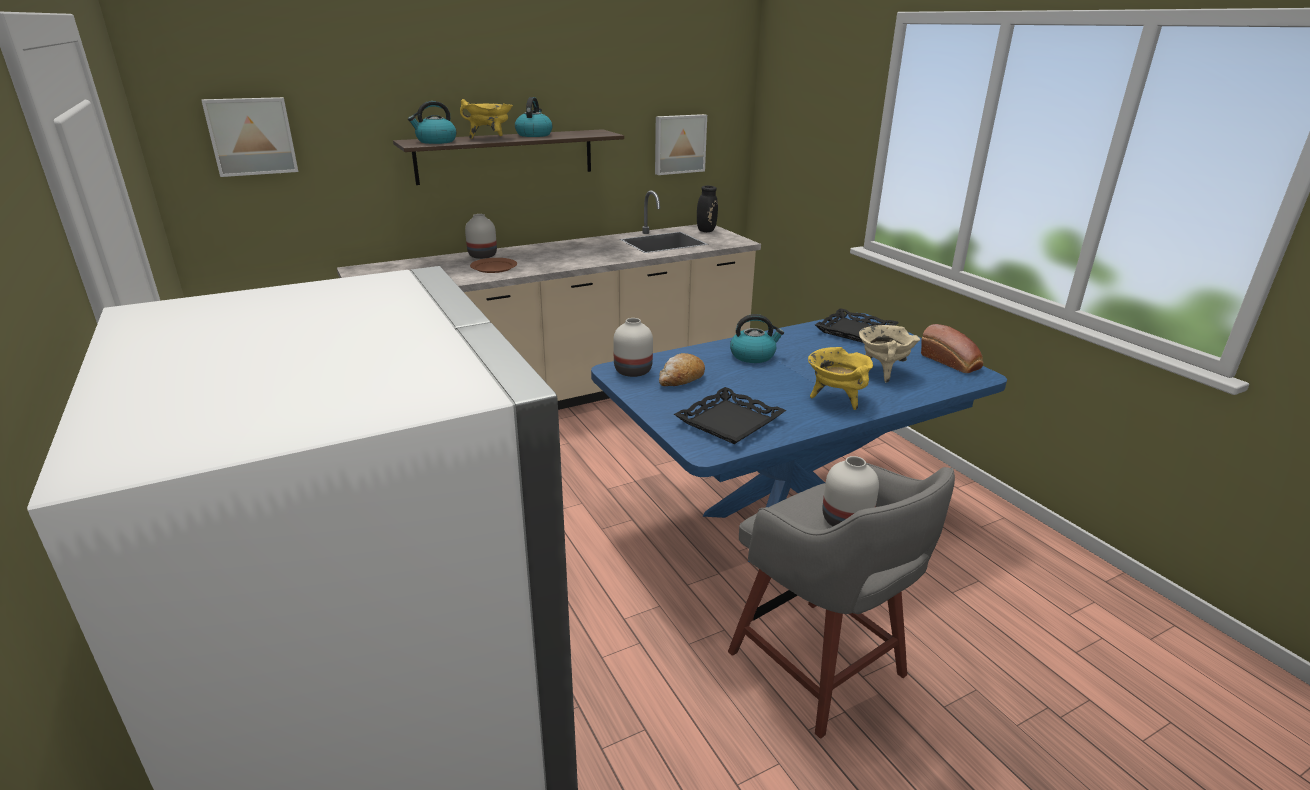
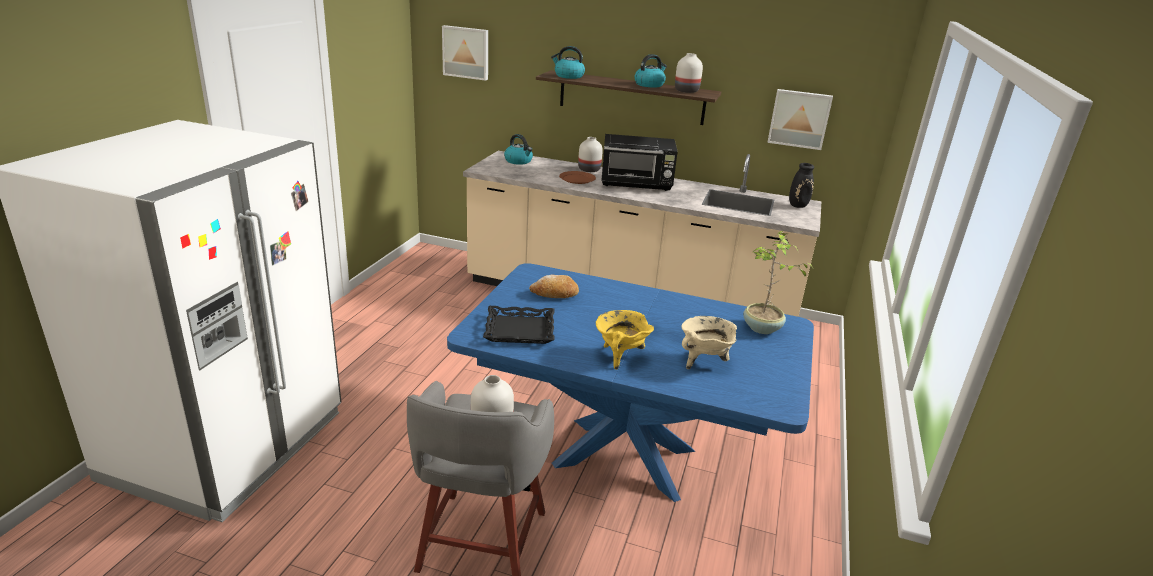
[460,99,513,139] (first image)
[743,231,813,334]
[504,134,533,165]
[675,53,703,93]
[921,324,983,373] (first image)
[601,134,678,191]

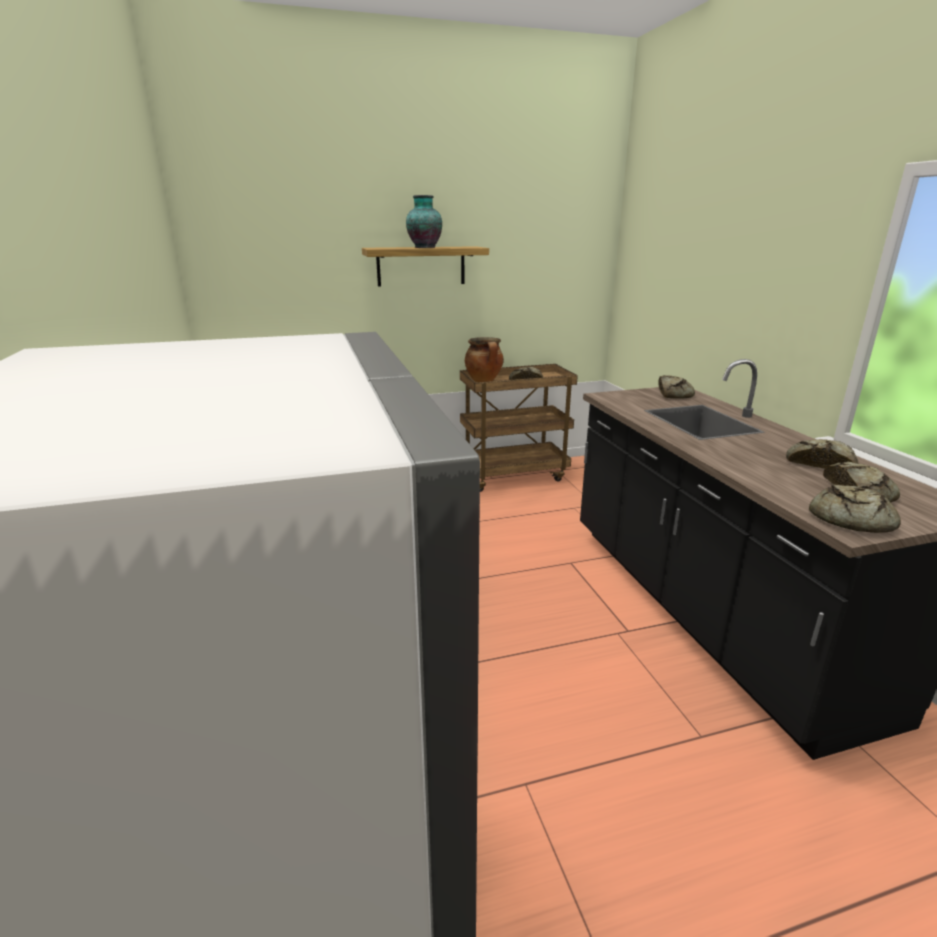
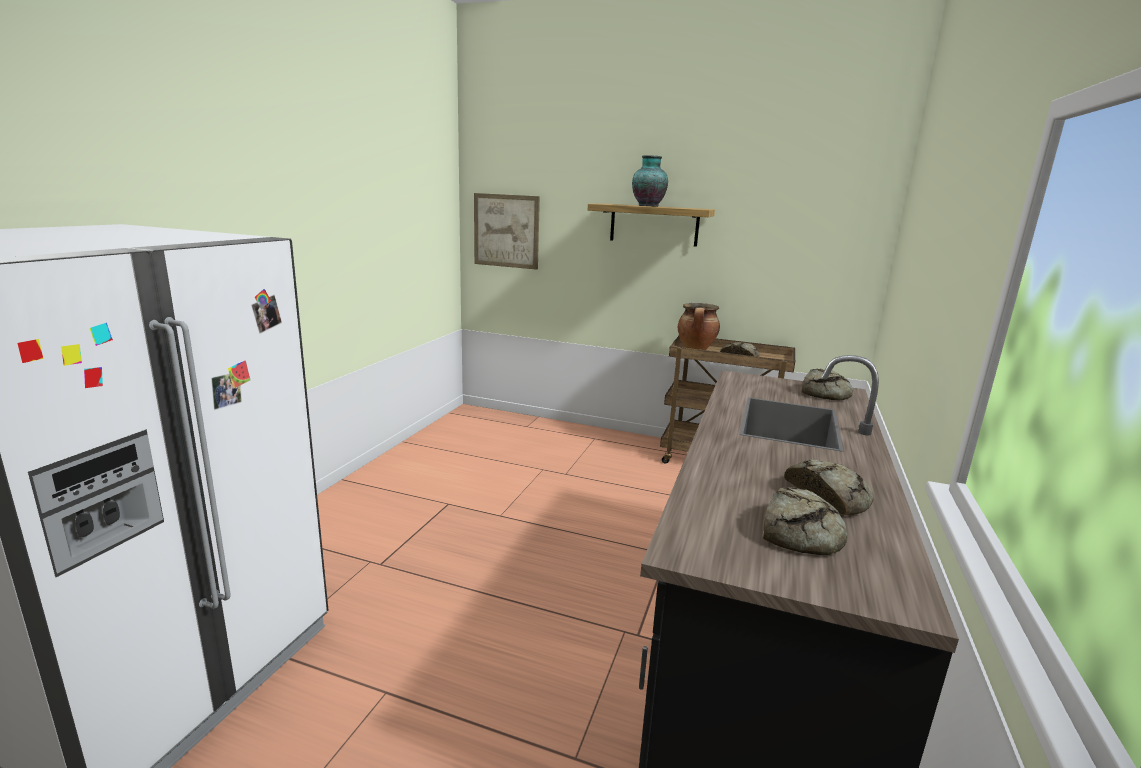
[809,484,901,533] (first image)
[474,193,540,270]

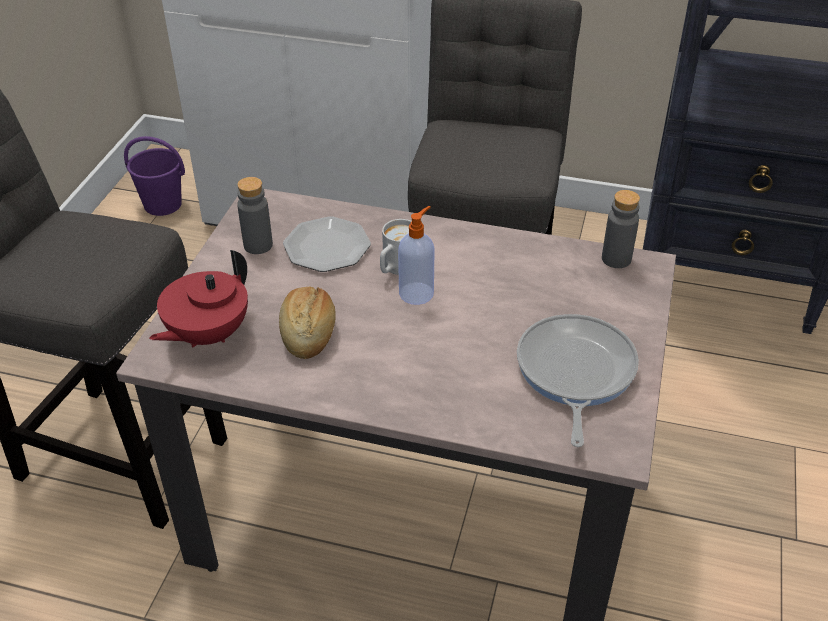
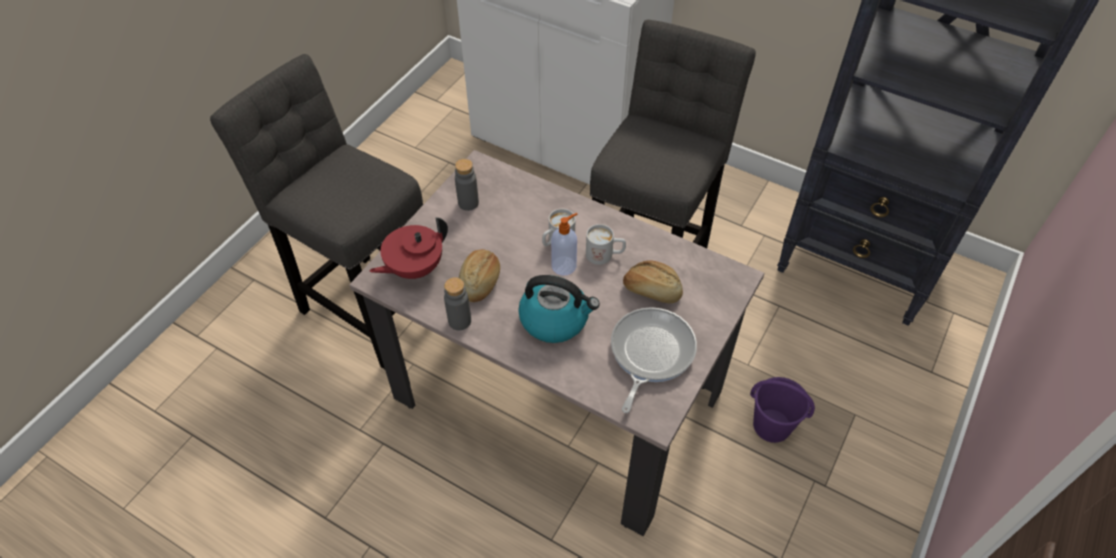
[750,377,815,443]
[444,277,471,330]
[283,216,371,272] (first image)
[586,224,626,265]
[623,260,683,303]
[518,275,600,343]

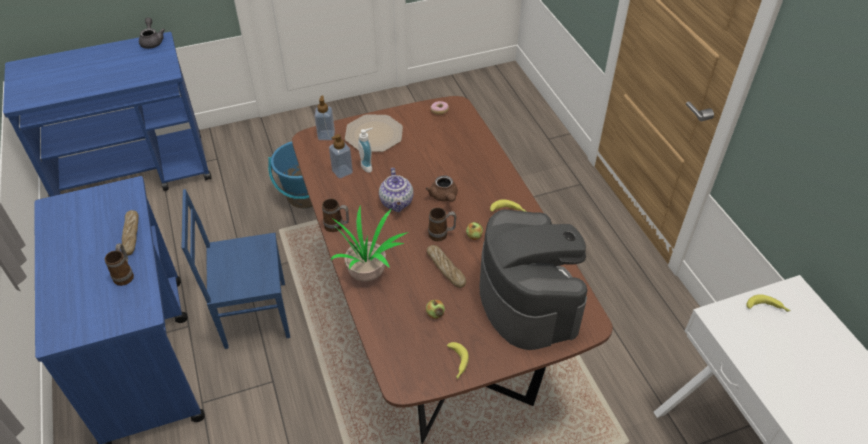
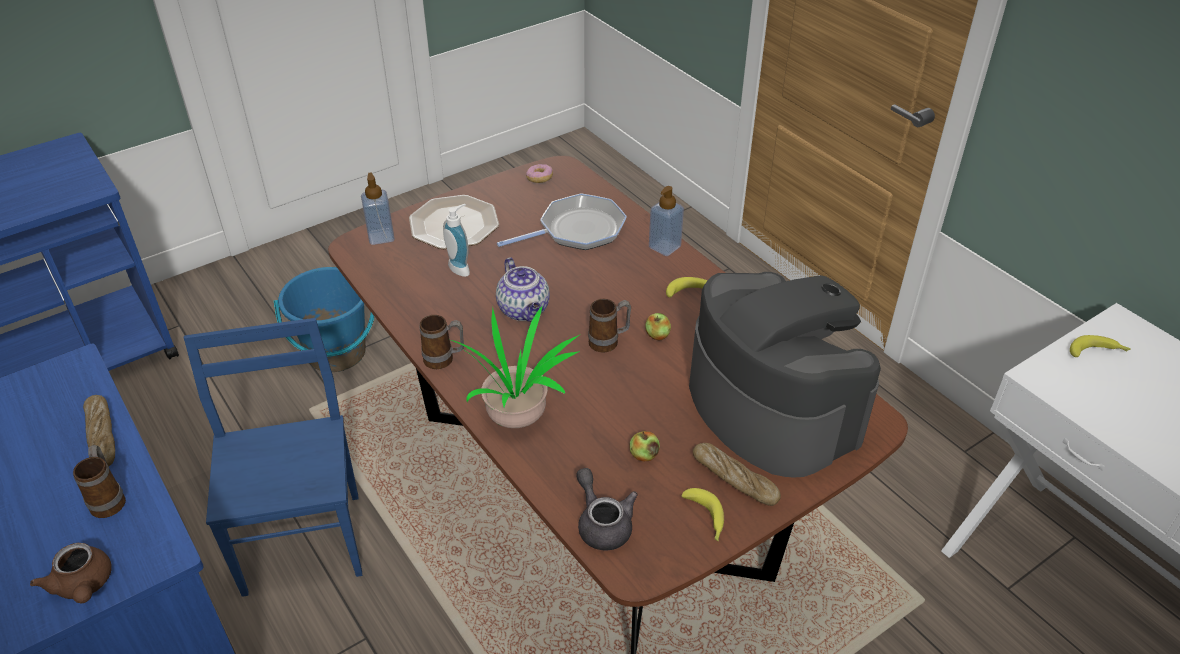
[576,468,638,551]
[649,186,684,256]
[30,543,112,604]
[184,318,362,597]
[693,443,781,506]
[497,193,627,250]

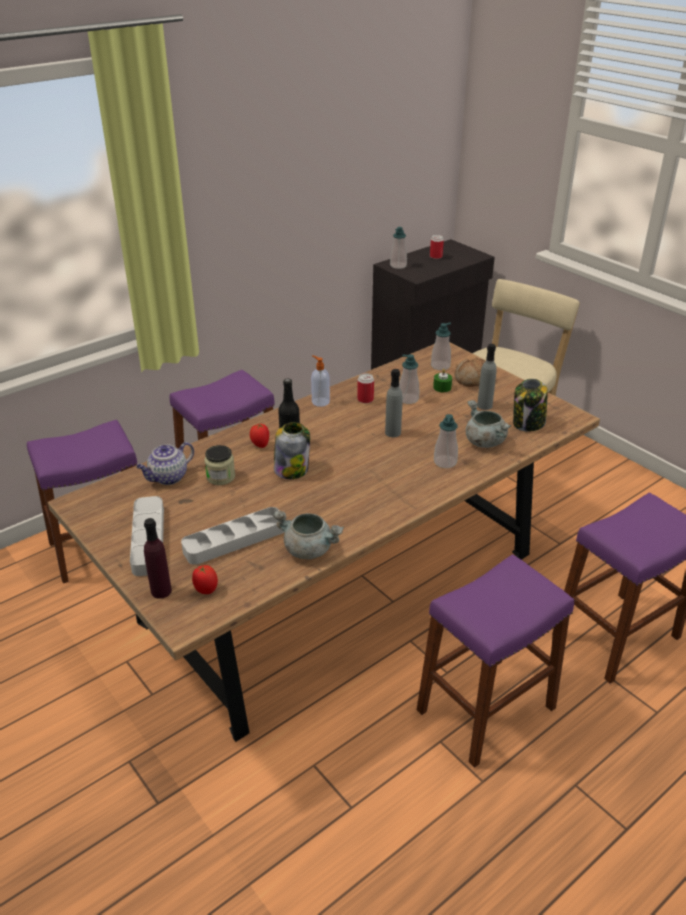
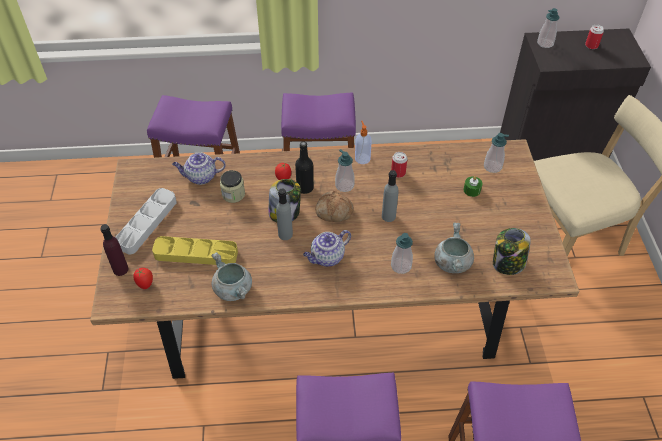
[276,189,293,240]
[335,149,355,192]
[315,191,354,222]
[152,236,238,265]
[303,230,351,267]

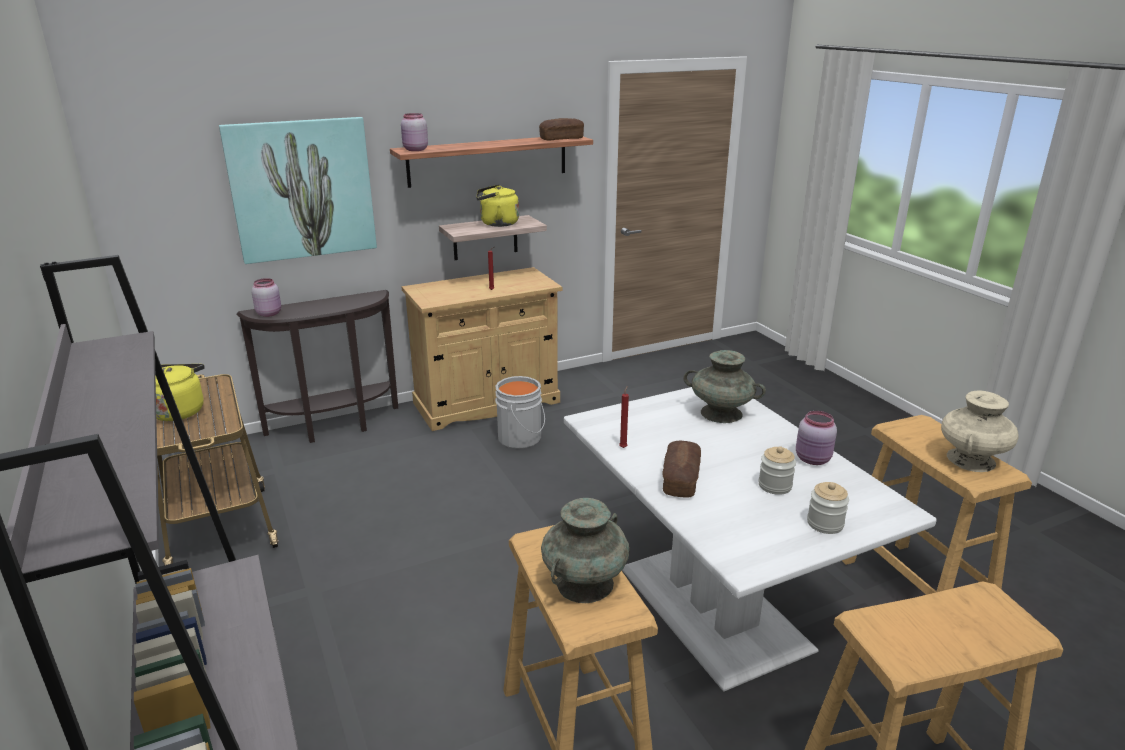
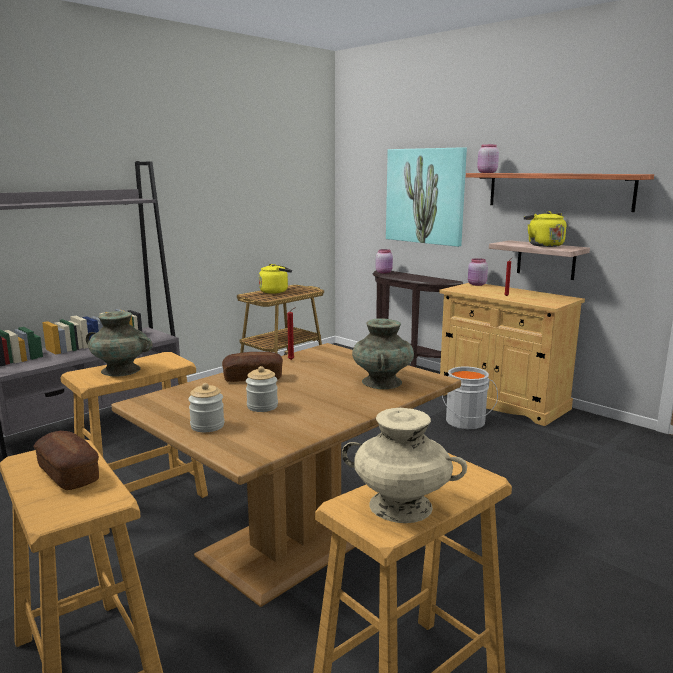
[33,431,99,490]
[111,343,461,607]
[468,258,488,286]

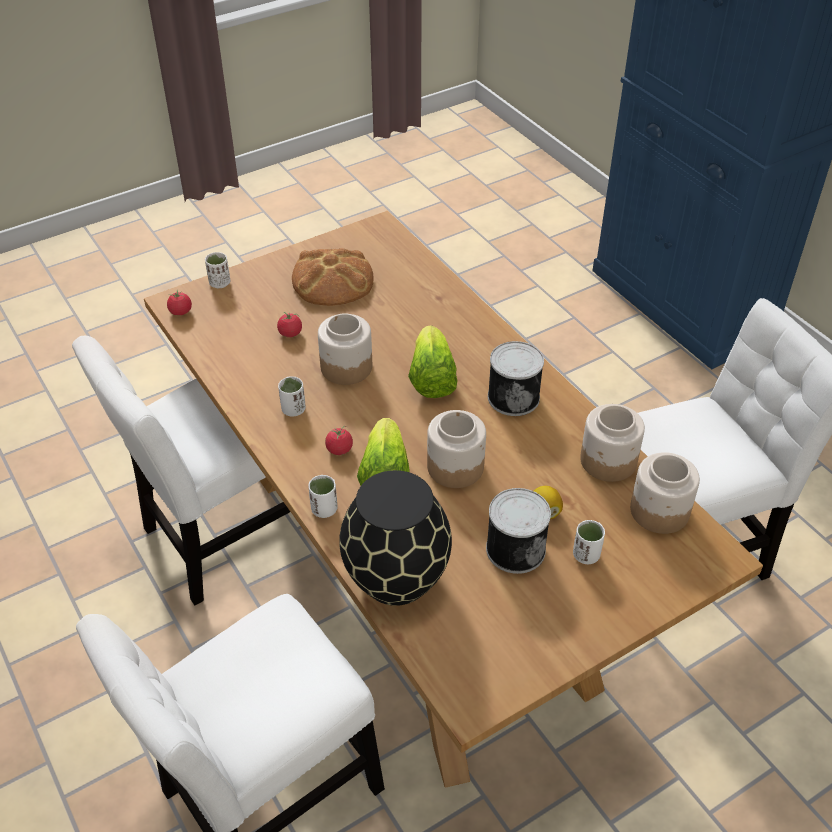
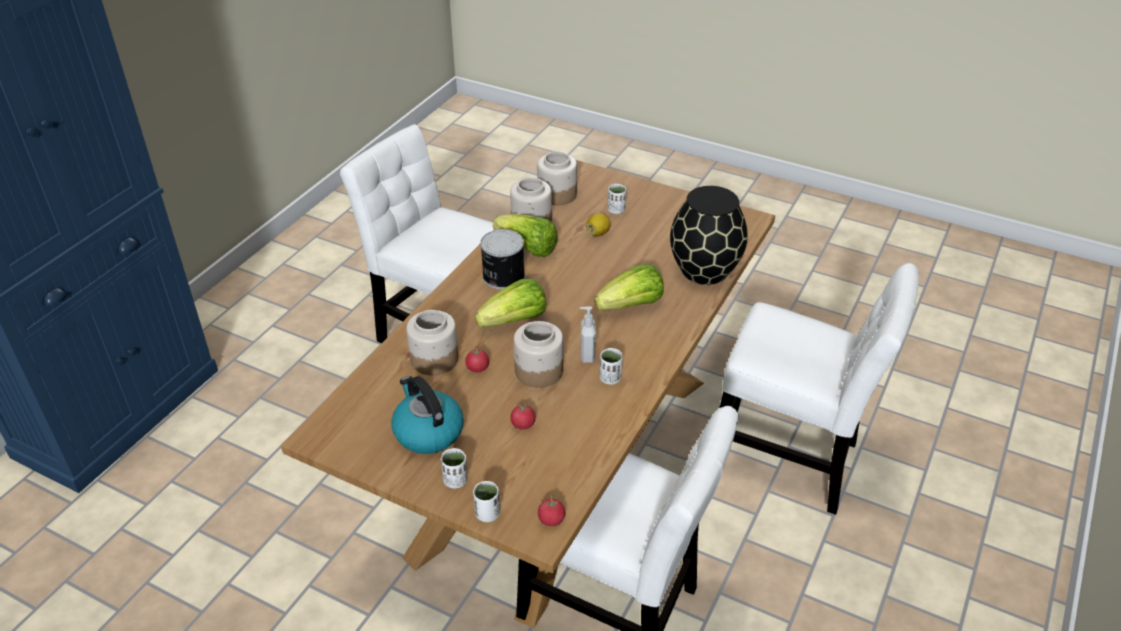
[391,376,464,454]
[406,310,458,375]
[465,347,489,372]
[441,448,467,489]
[486,488,551,574] (first image)
[493,214,558,257]
[580,306,596,363]

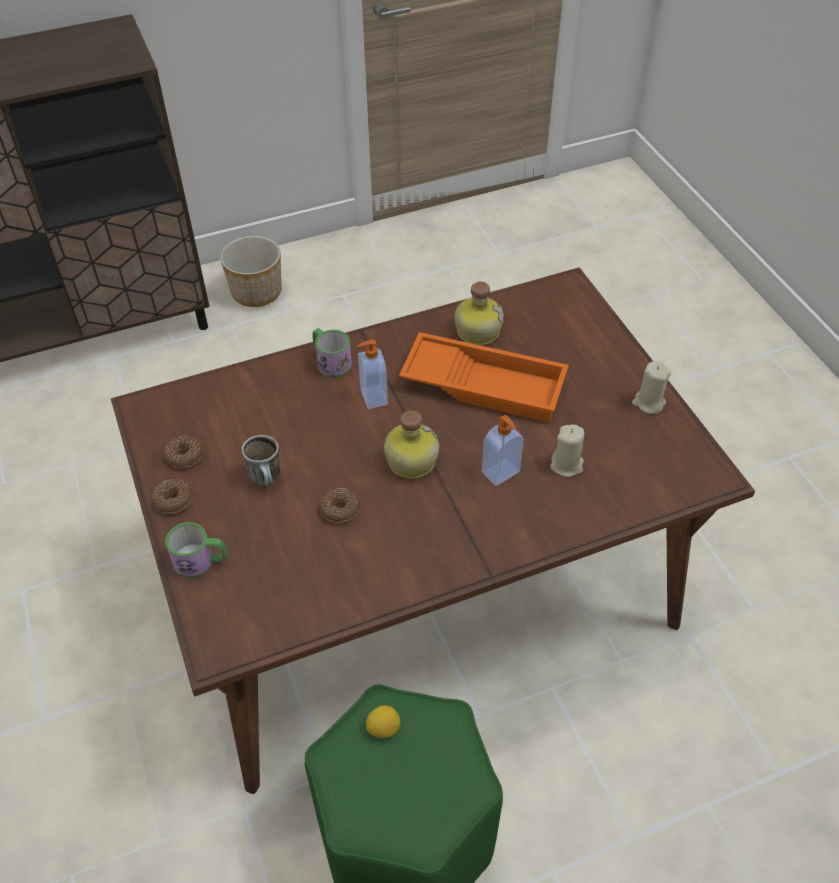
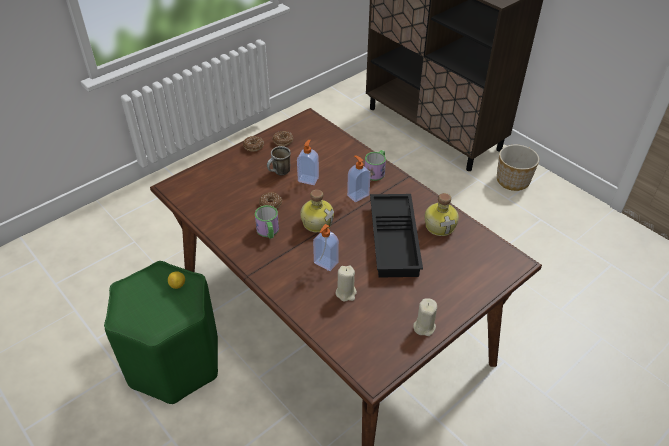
[370,194,423,278]
[255,205,279,239]
[297,140,319,185]

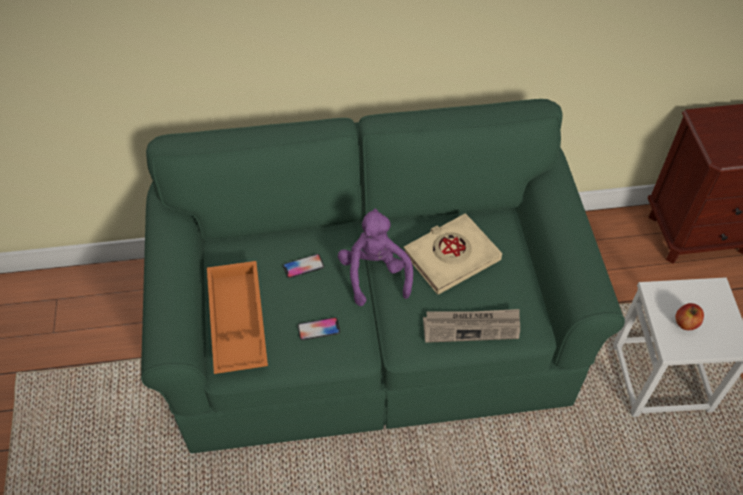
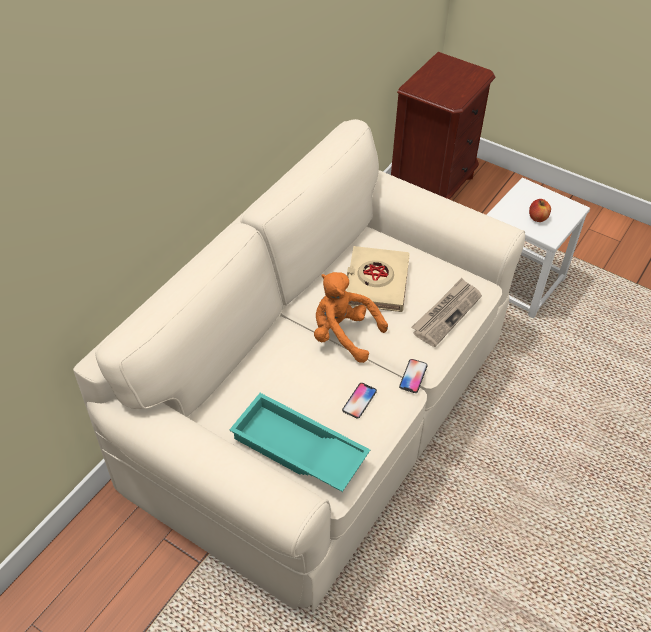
[73,119,525,613]
[314,272,388,363]
[399,359,428,393]
[229,393,370,492]

